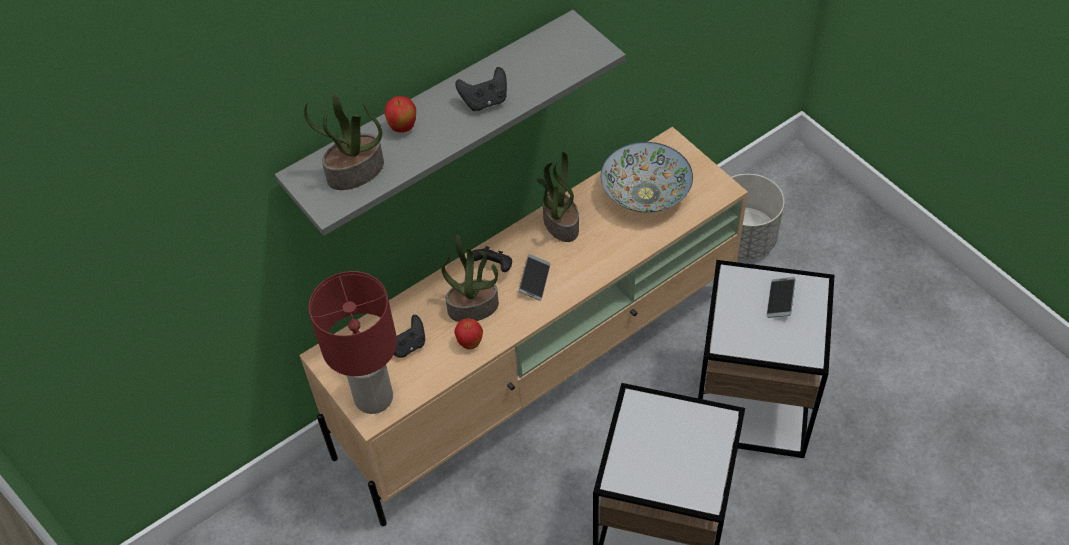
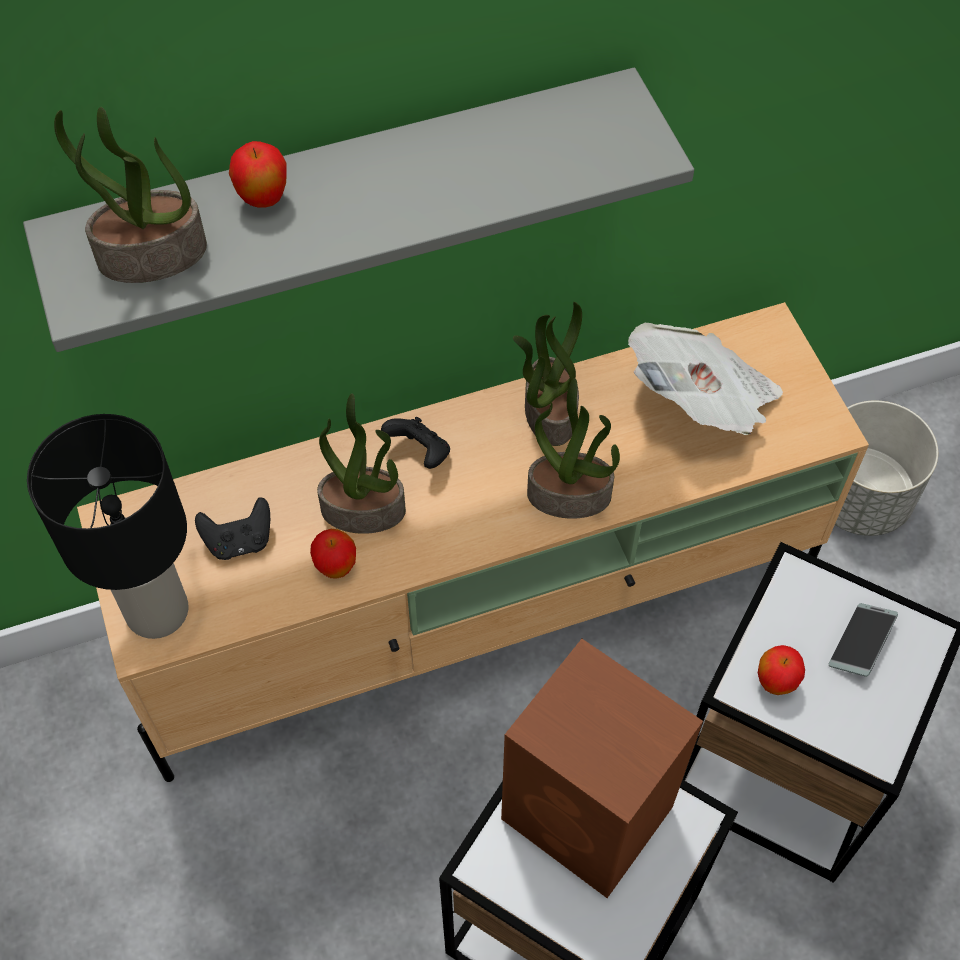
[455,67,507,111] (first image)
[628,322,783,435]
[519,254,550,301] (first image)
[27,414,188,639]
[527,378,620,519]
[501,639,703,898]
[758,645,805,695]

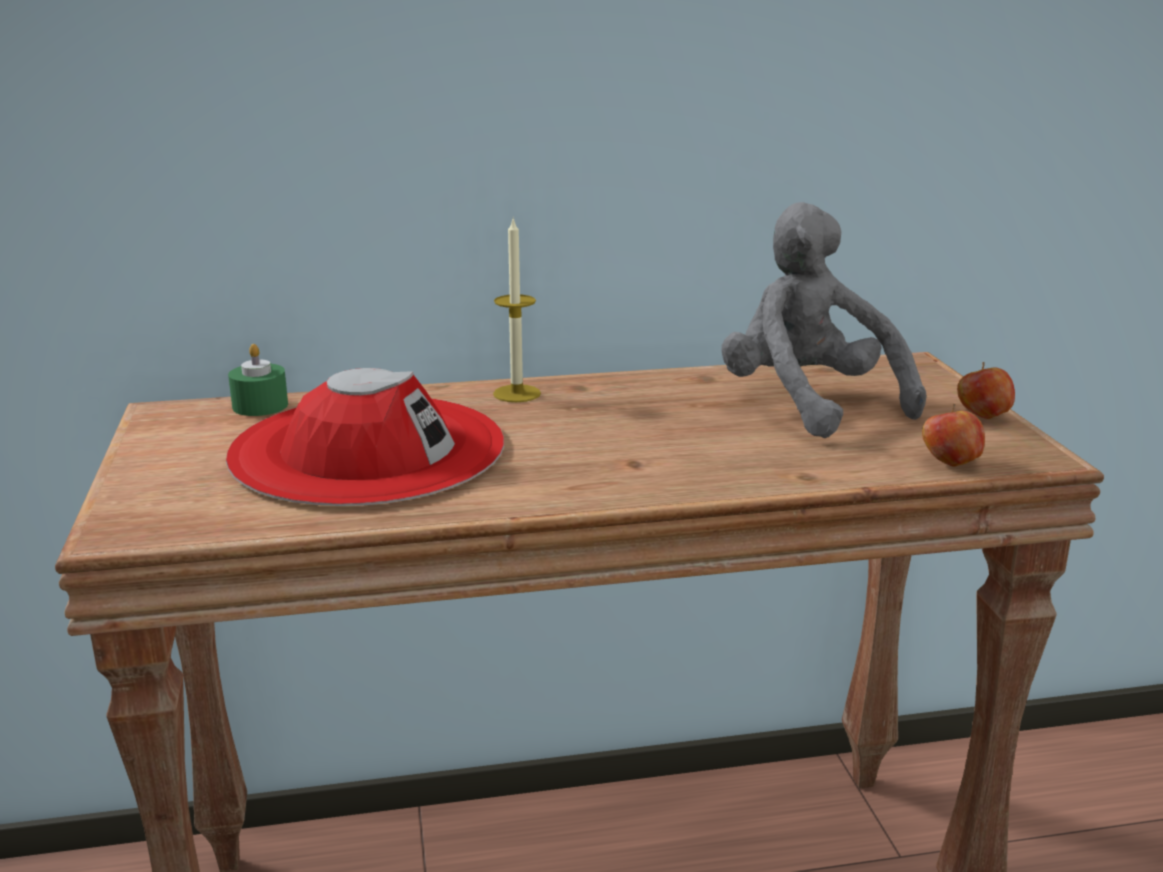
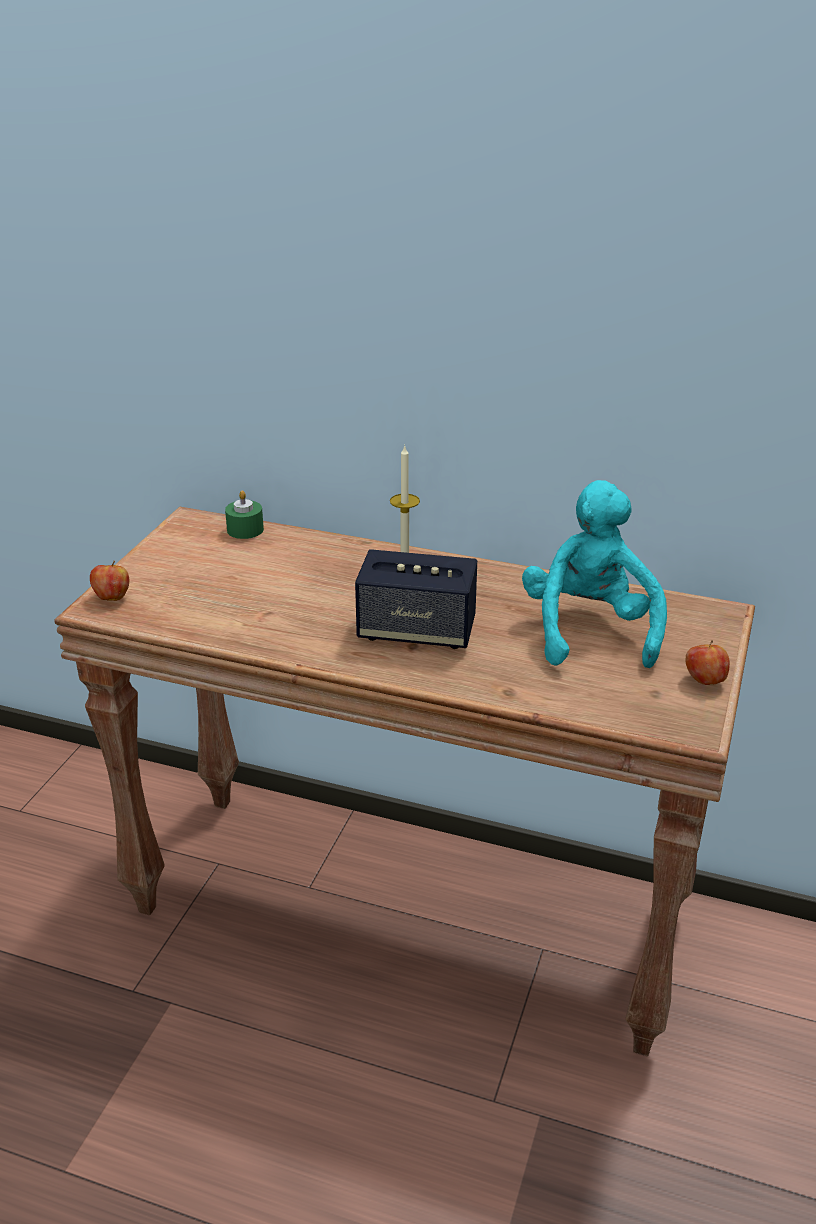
[522,480,667,668]
[226,368,504,506] (first image)
[90,561,129,601]
[355,549,477,649]

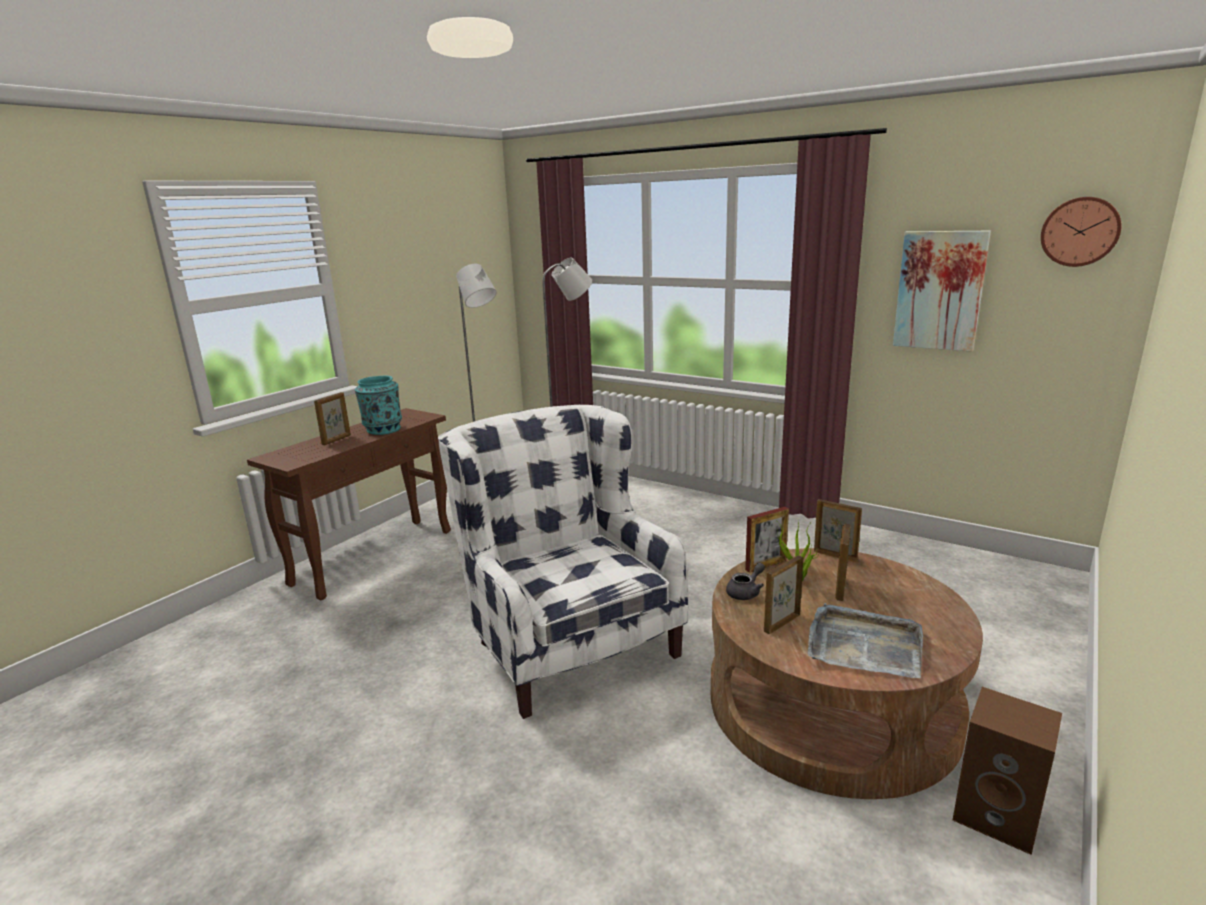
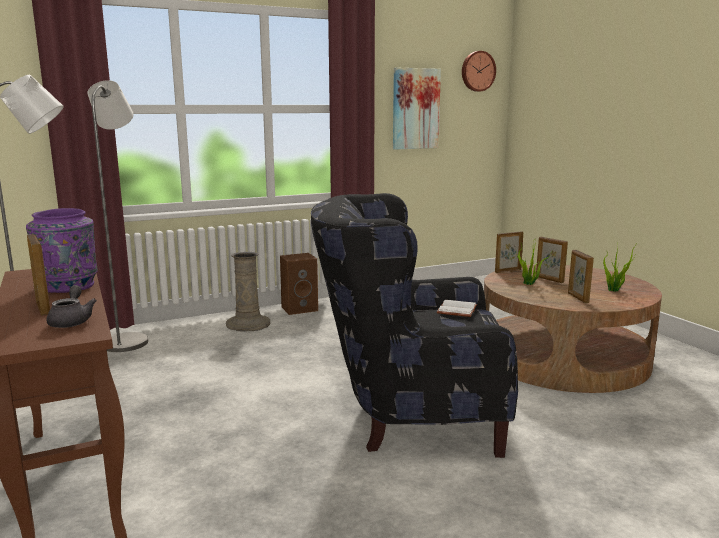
[26,208,98,293]
[311,193,518,458]
[745,507,789,573] (first image)
[47,285,97,328]
[603,243,635,292]
[280,253,318,315]
[226,252,270,332]
[437,300,477,317]

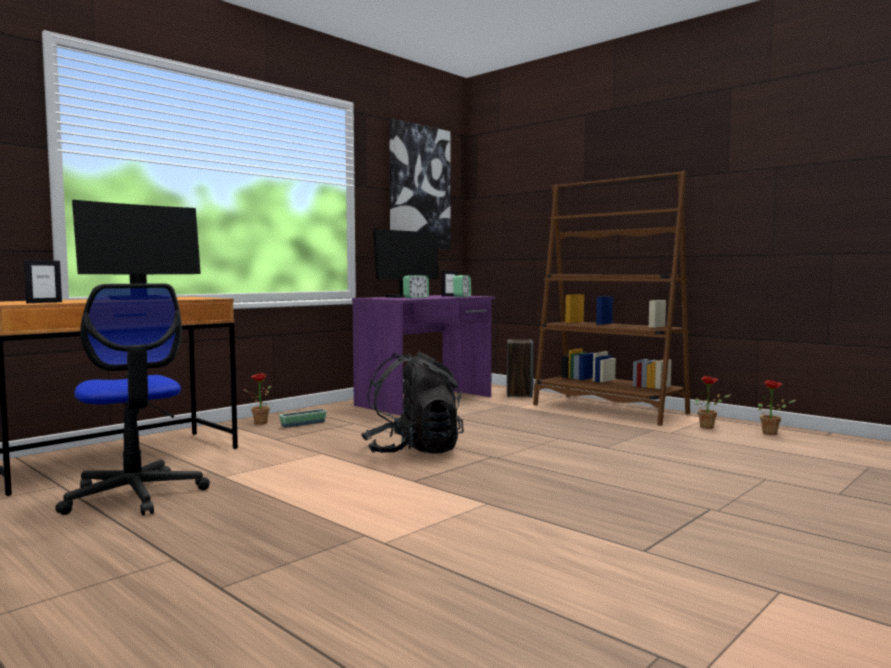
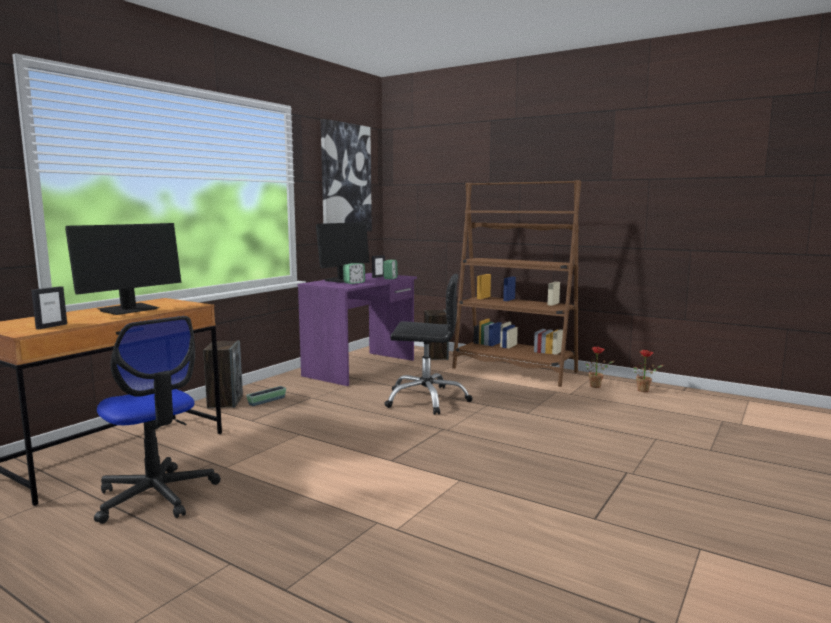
[361,352,464,454] (first image)
[203,340,243,408]
[384,274,472,415]

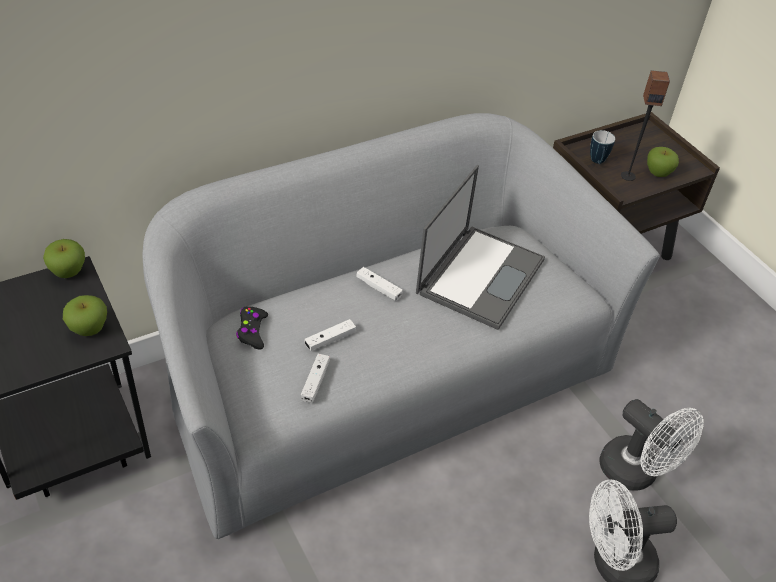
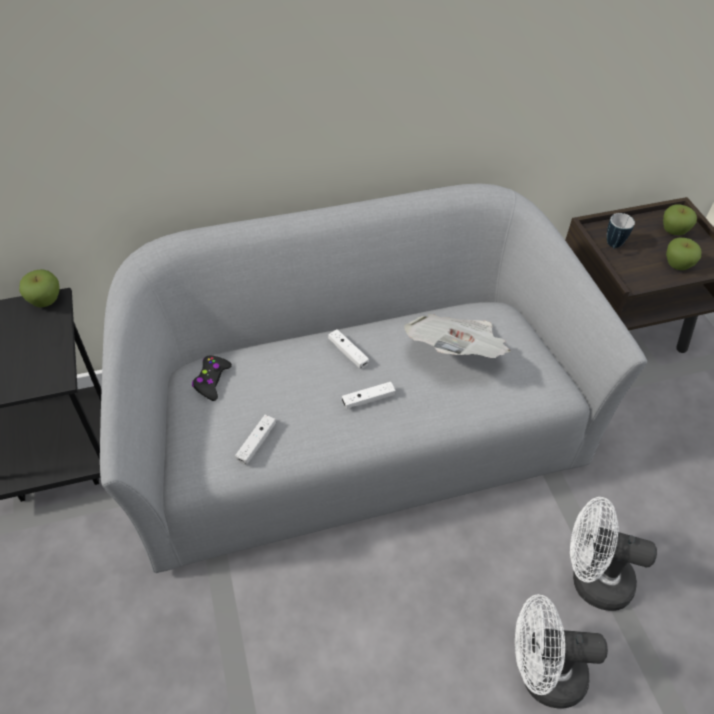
[621,70,670,181] (first image)
[404,314,510,358]
[663,204,697,235]
[342,382,395,409]
[570,497,657,611]

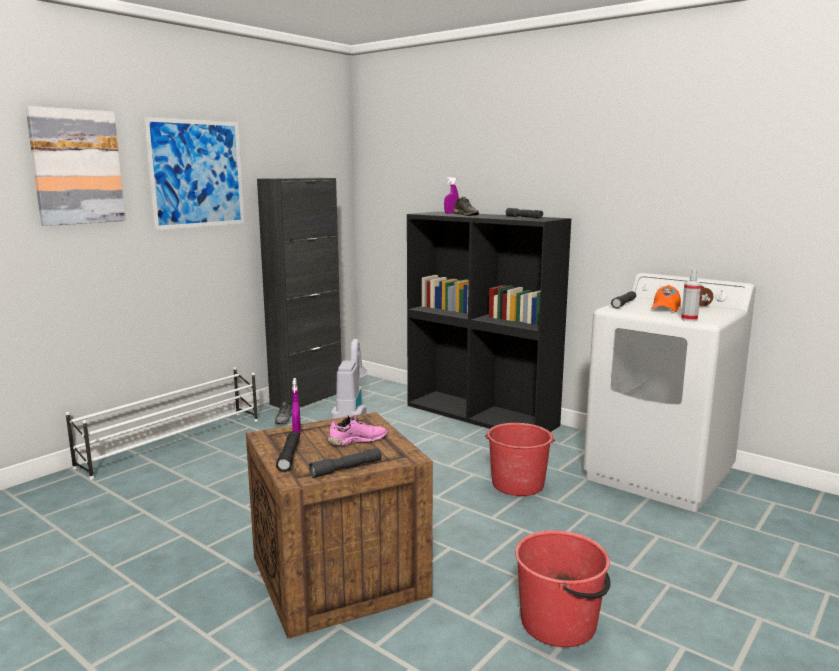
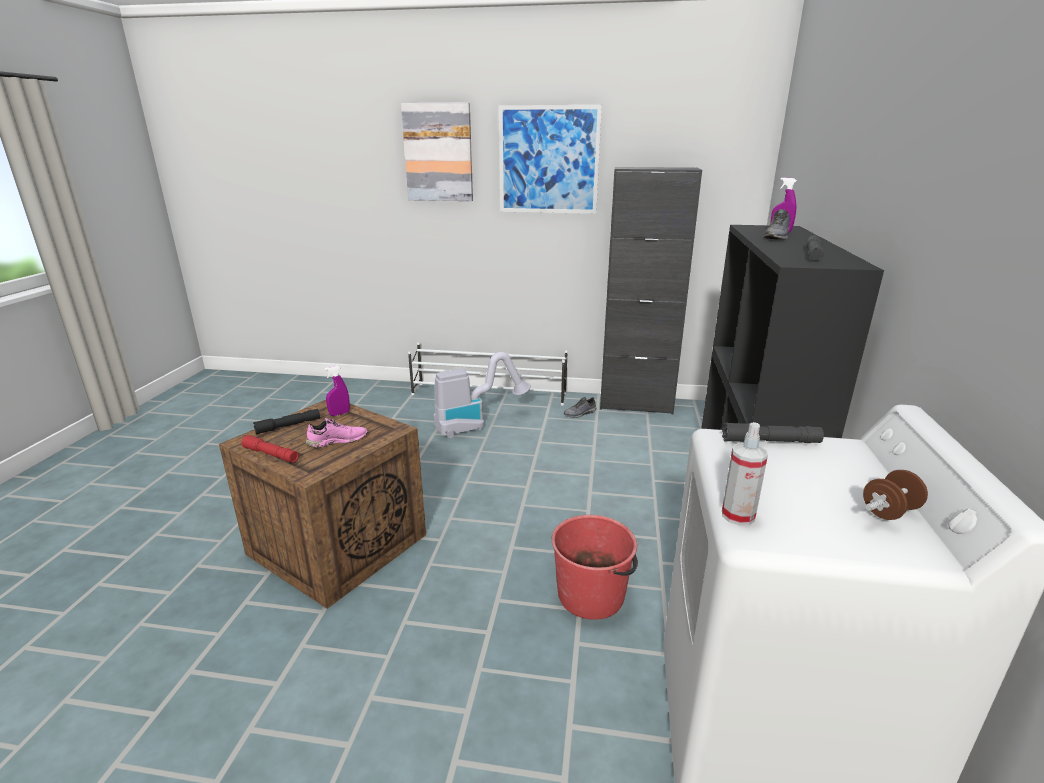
[651,285,681,312] (first image)
[434,352,531,438]
[306,418,367,448]
[241,435,299,463]
[515,530,611,647] (first image)

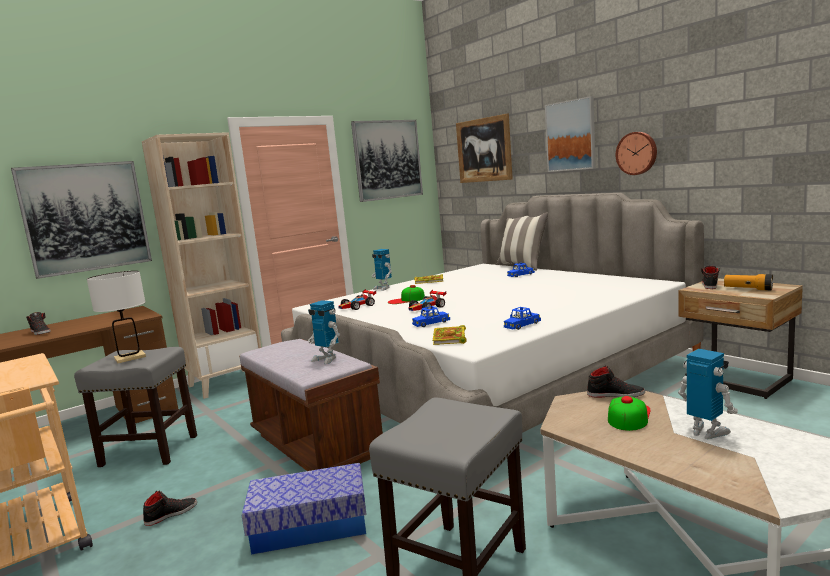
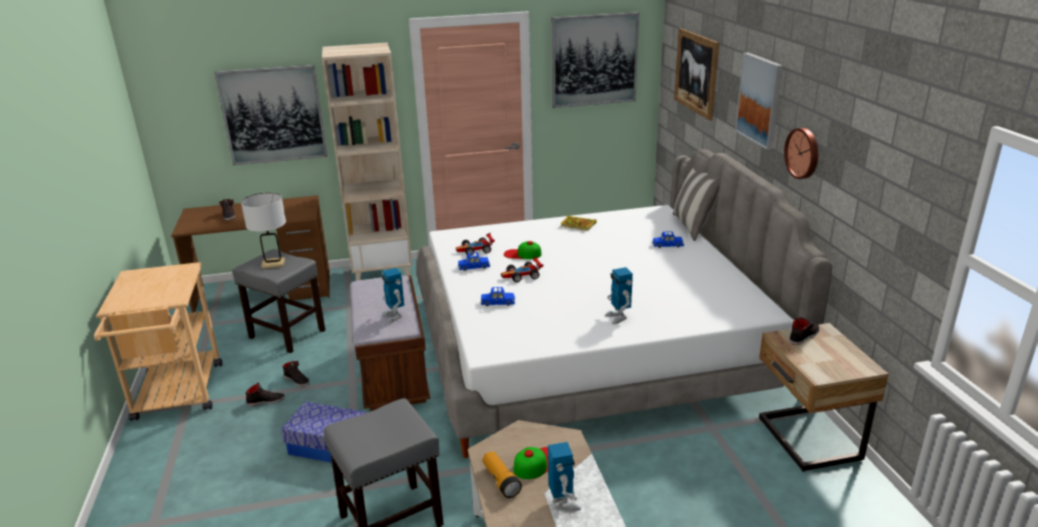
[605,267,633,324]
[483,451,522,498]
[458,252,490,271]
[433,325,467,345] (first image)
[282,361,310,387]

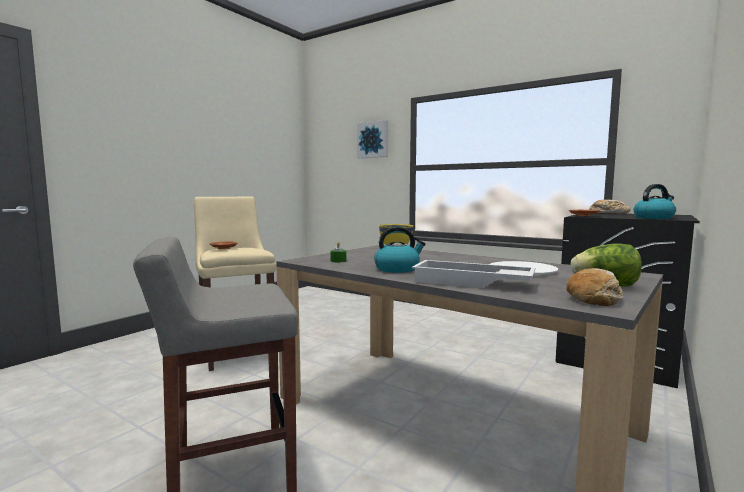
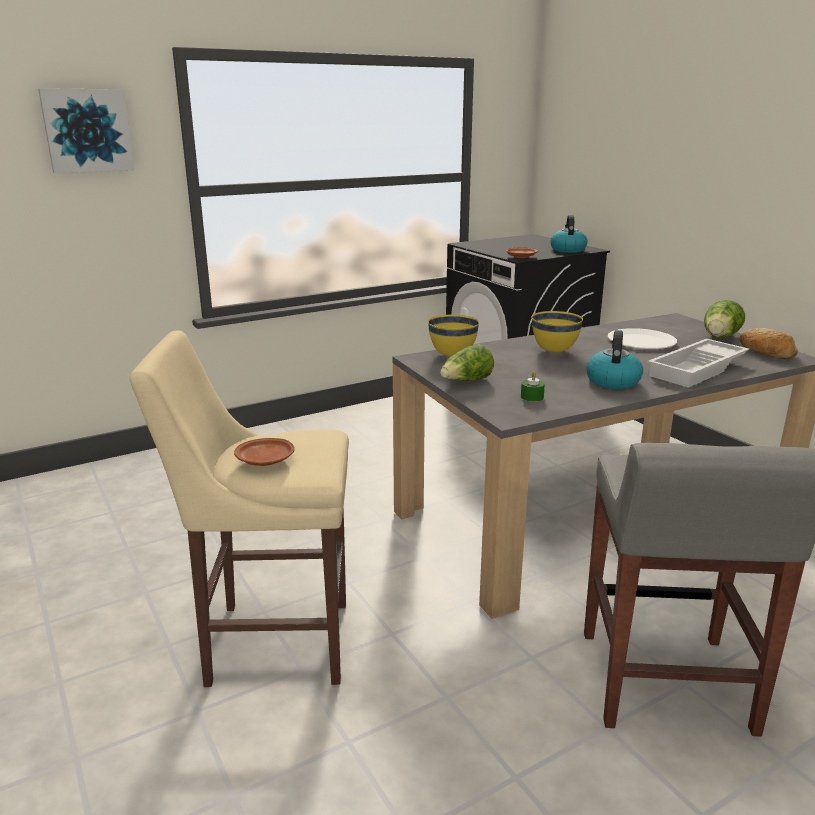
[589,200,631,214] (first image)
[532,311,583,352]
[440,344,494,381]

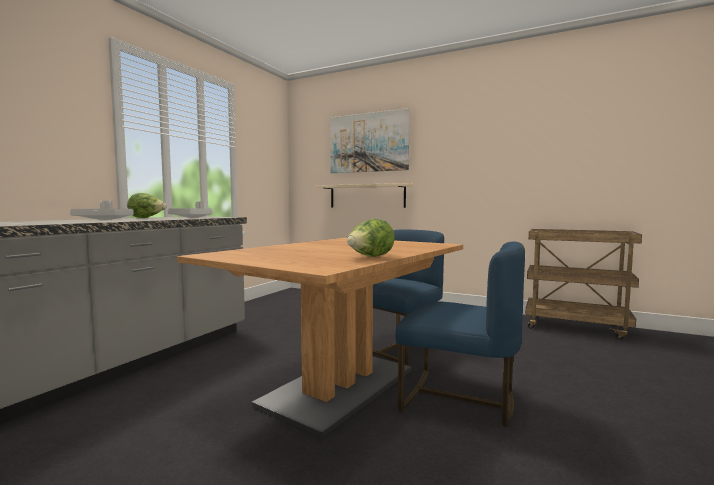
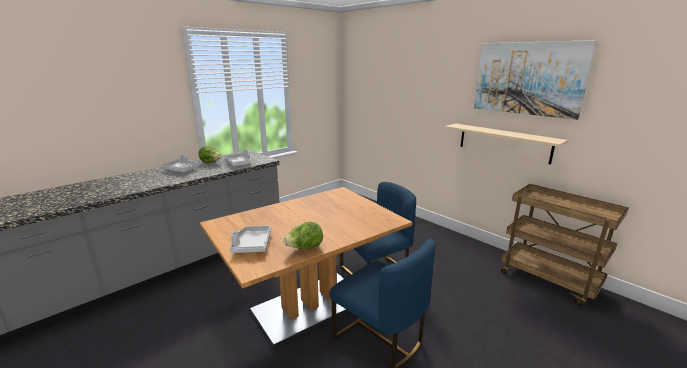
[474,40,597,120]
[445,124,568,165]
[230,226,271,253]

